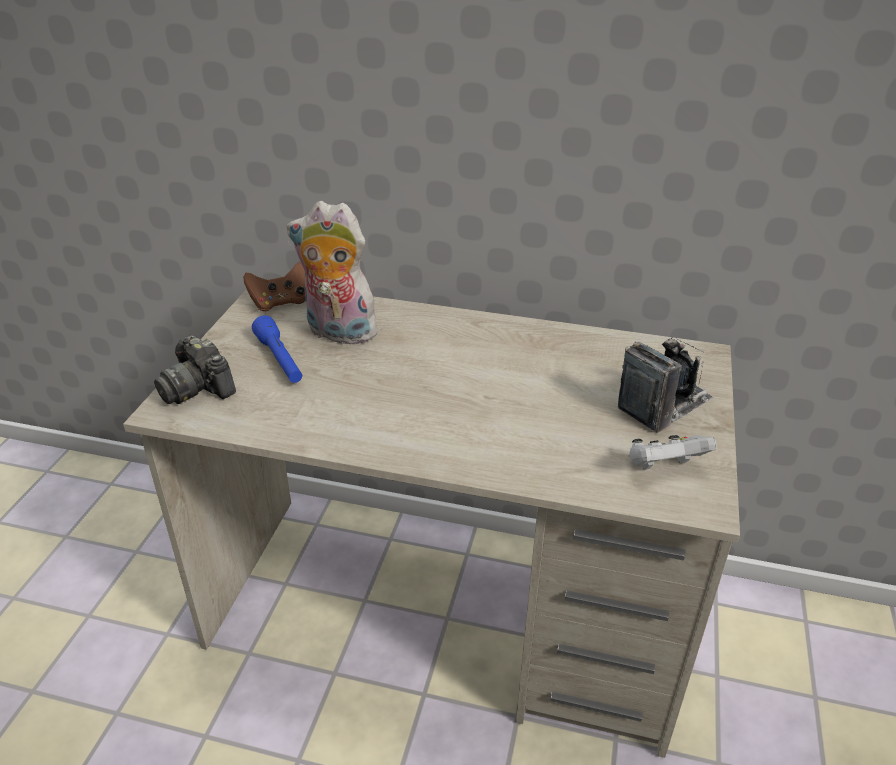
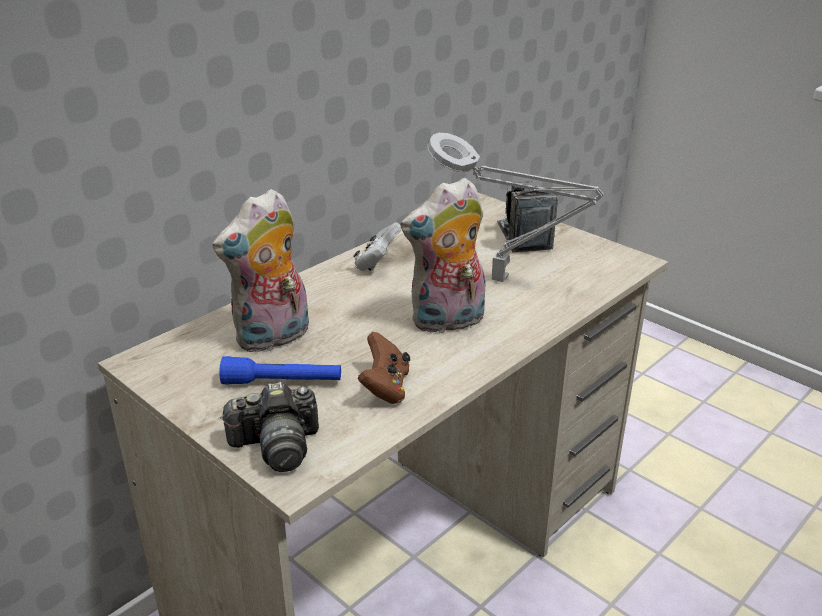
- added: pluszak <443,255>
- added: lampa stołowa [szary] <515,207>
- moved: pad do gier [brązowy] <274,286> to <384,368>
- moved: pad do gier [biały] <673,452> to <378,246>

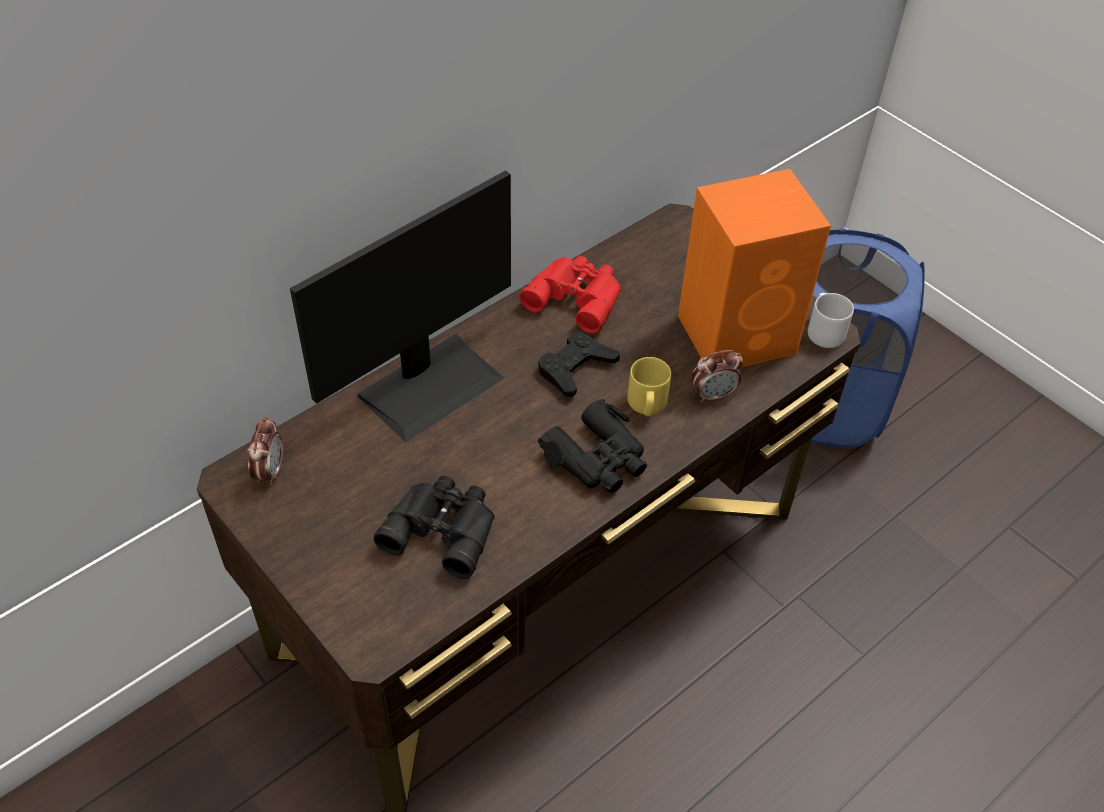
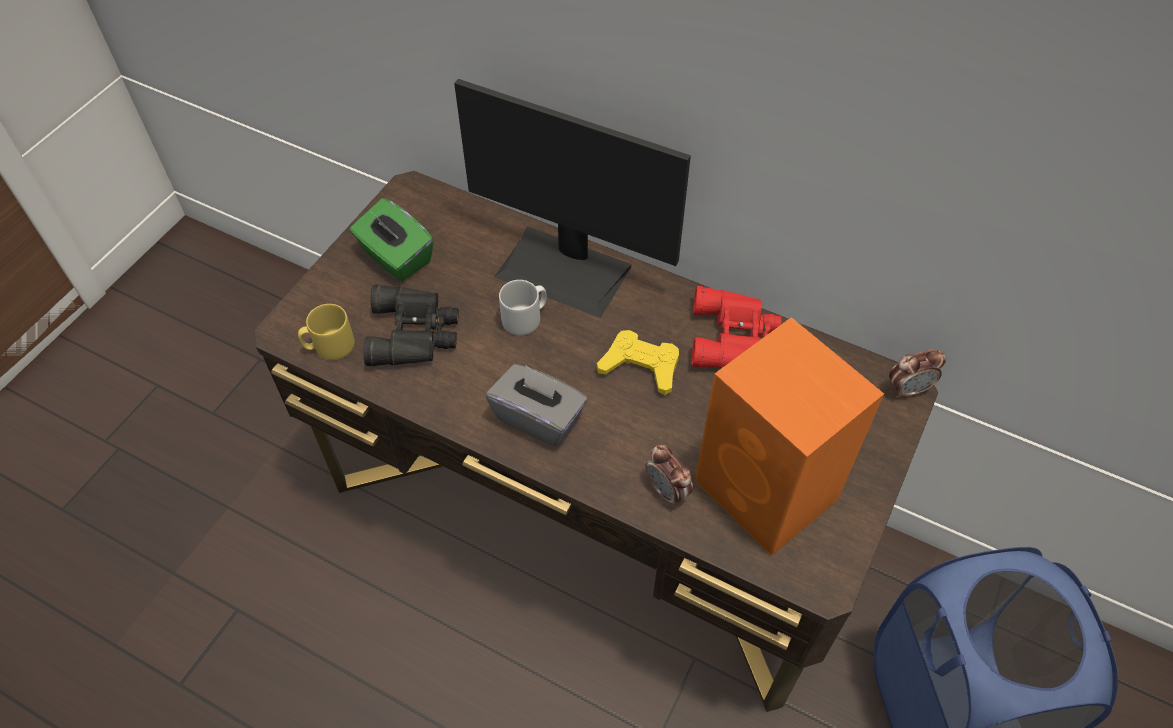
- added: pudełko chusteczek [zielony] <392,239>
- moved: budzik <265,450> to <917,373>
- moved: kubek [żółty] <649,386> to <326,332>
- moved: kubek [szary] <831,320> to <523,308>
- replaced: lornetka [czarny] <592,446> to pudełko chusteczek [szary] <536,405>
- recoloured: pad do gier [czarny] <579,364> to pad do gier [żółty] <638,362>

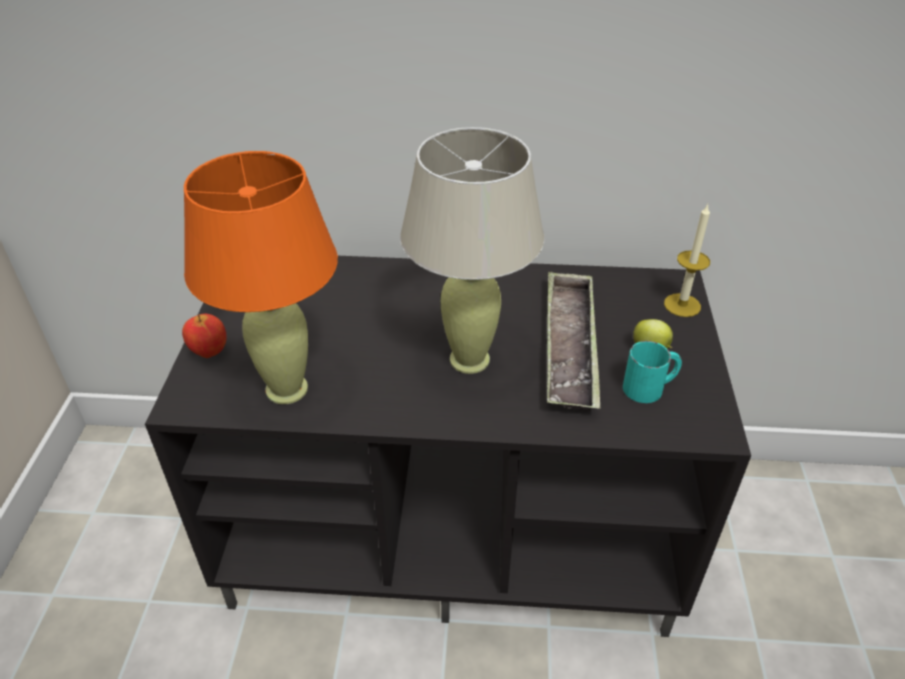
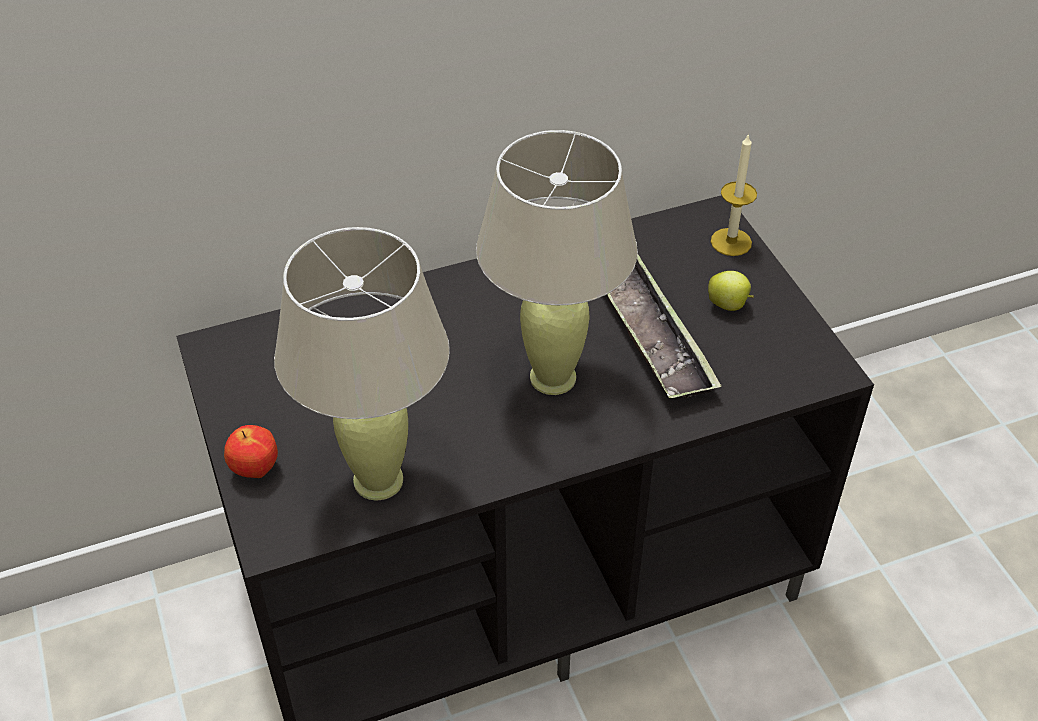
- removed: kubek [turkusowy] <652,372>
- recoloured: lampa stołowa [pomarańczowy] <261,277> to lampa stołowa [beżowy] <362,364>

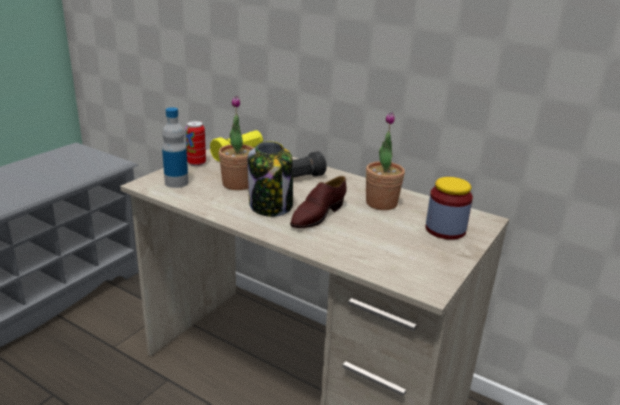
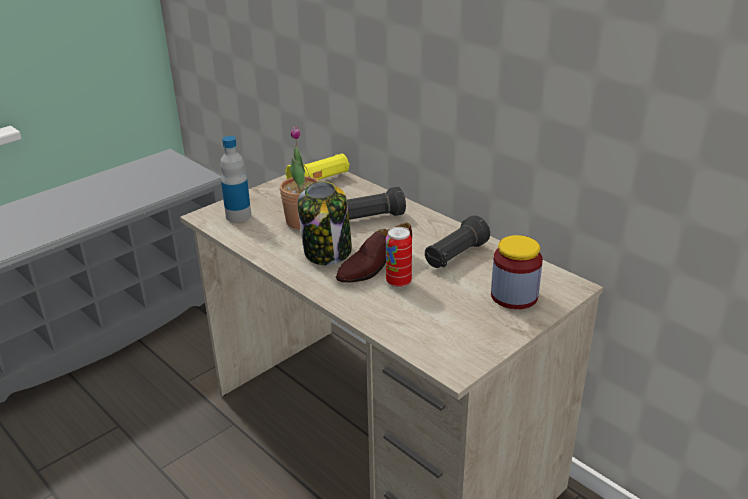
- moved: puszka <195,143> to <399,257>
- replaced: roślina doniczkowa <385,161> to latarka [czarny] <457,241>

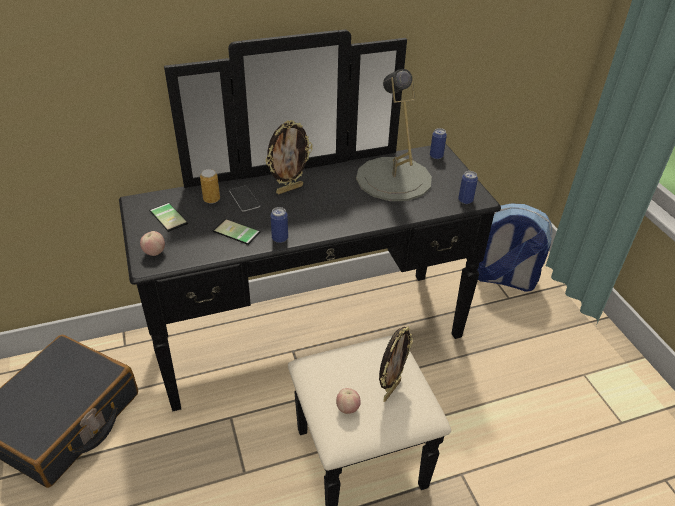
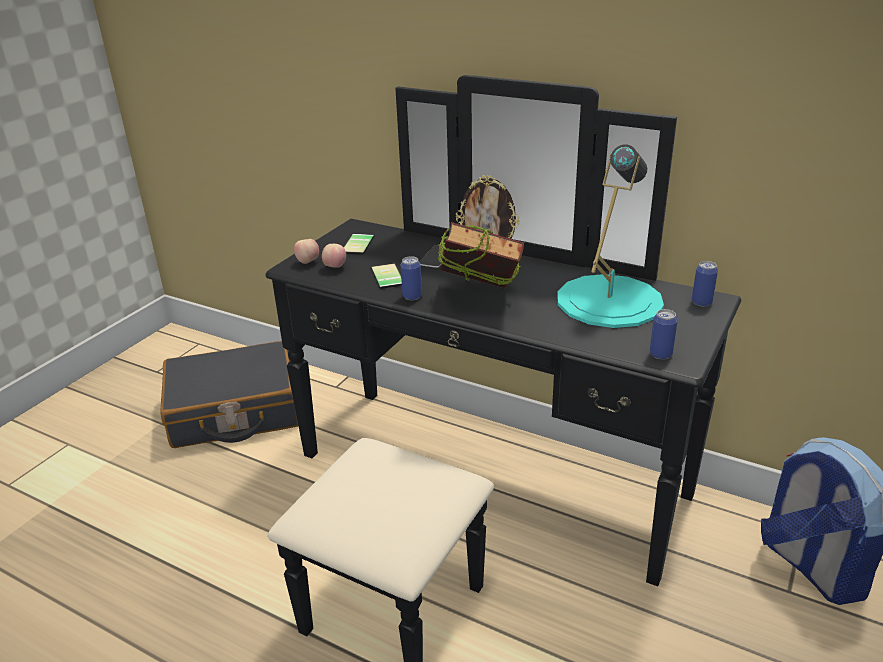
- removed: puszka <210,186>
- removed: ramka na zdjęcie <396,364>
- added: książka <481,255>
- moved: jabłko <348,401> to <334,256>
- recoloured: lampa stołowa [szary] <394,135> to lampa stołowa [turkusowy] <610,236>

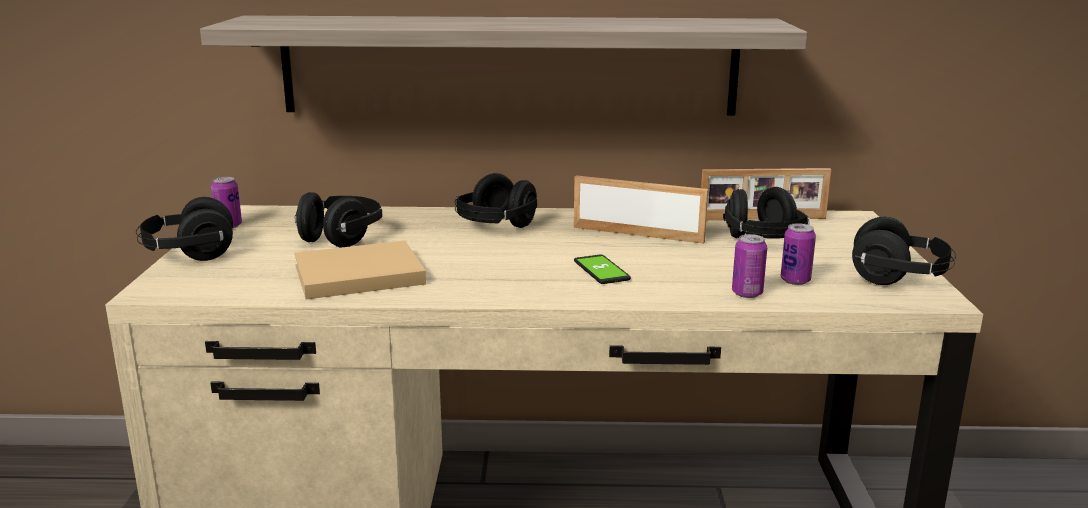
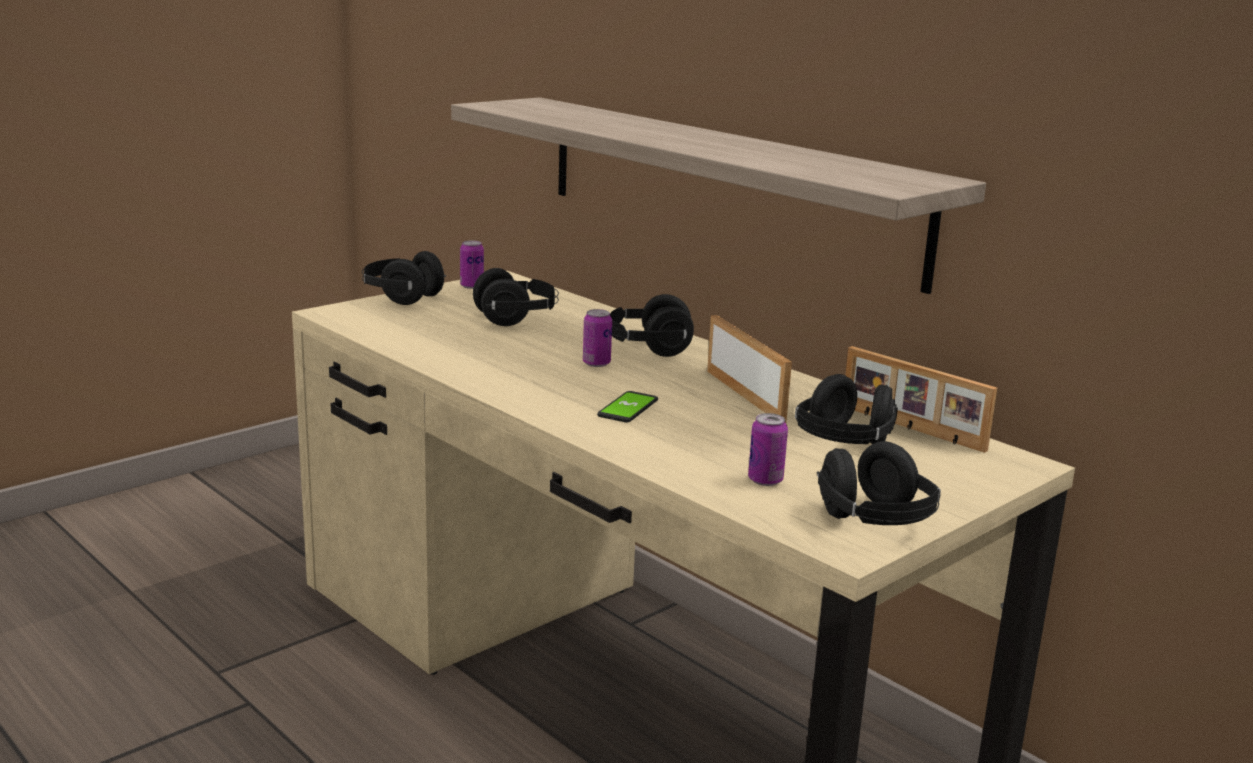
- removed: książka [beżowy] <360,270>
- moved: puszka <749,266> to <597,338>

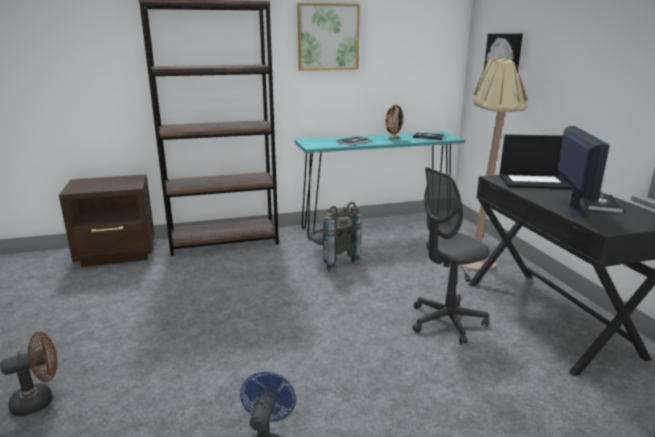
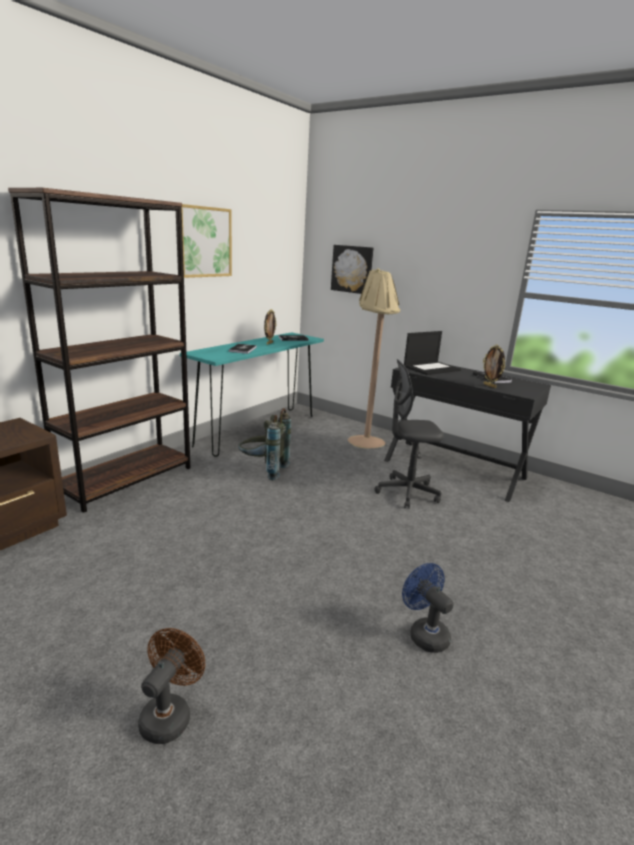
- replaced: monitor <583,172> to ramka na zdjęcie <494,366>
- turned: krzesło biurowe [szary] <451,255> = <409,434> 60 degrees clockwise

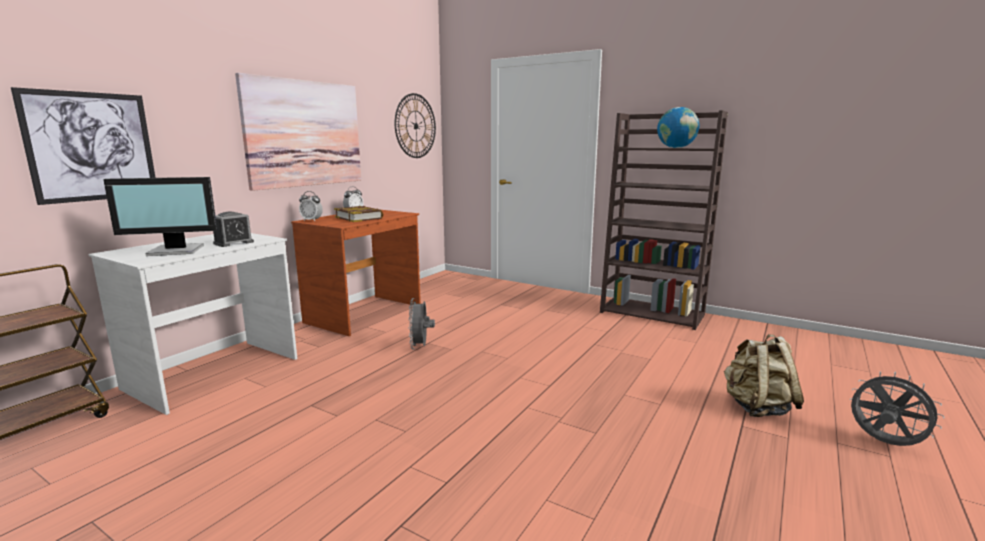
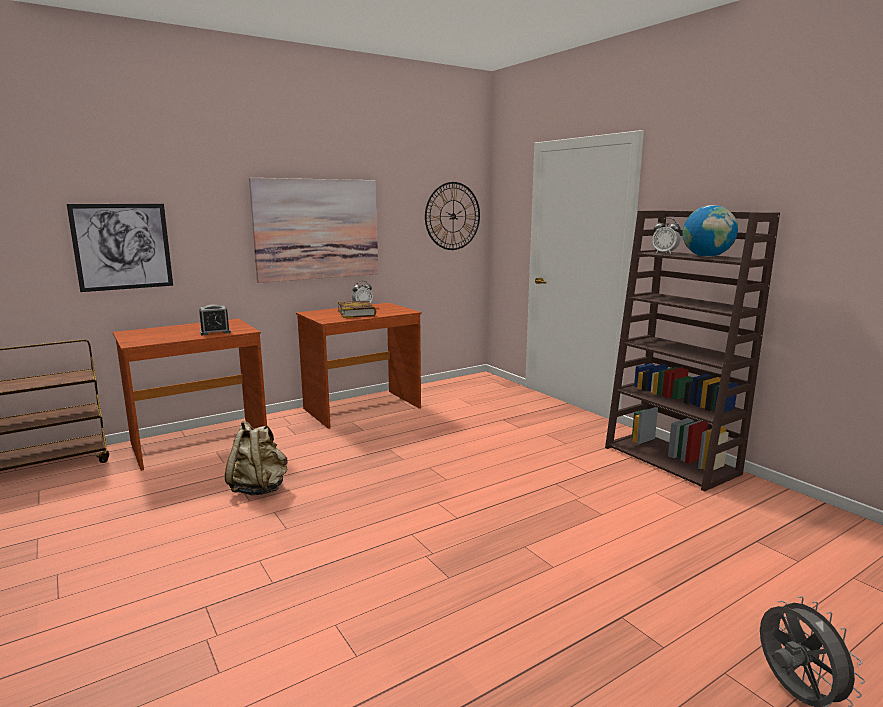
- removed: monitor <160,216>
- removed: wentylator [szary] <421,324>
- moved: budzik <311,206> to <666,236>
- moved: plecak [beżowy] <764,375> to <256,458>
- recoloured: biurko [biały] <193,324> to biurko [brązowy] <190,395>

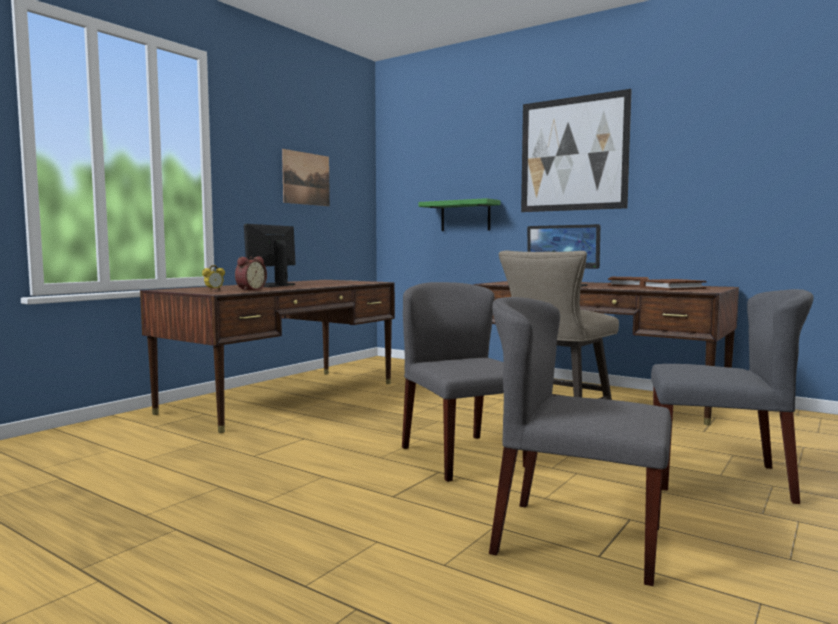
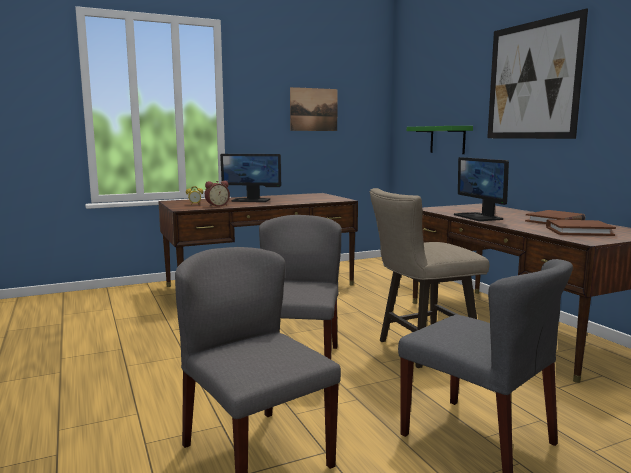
- turned: monitor <270,255> = <250,178> 135 degrees counterclockwise

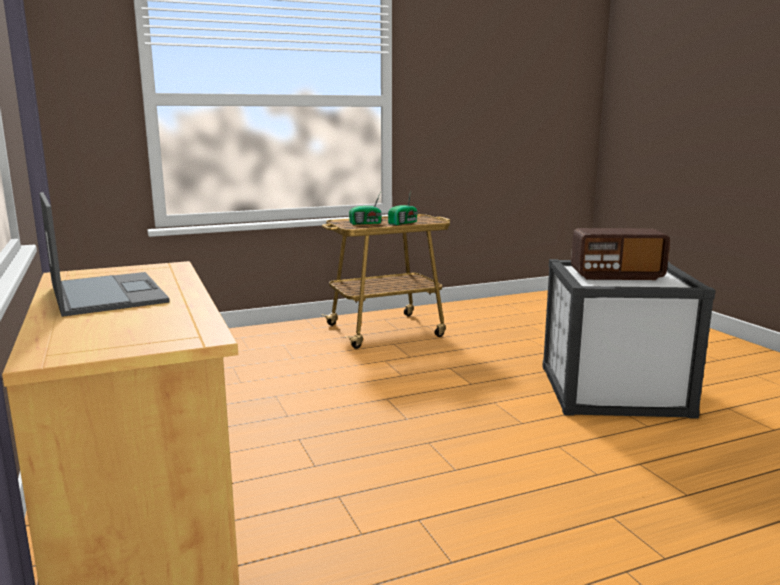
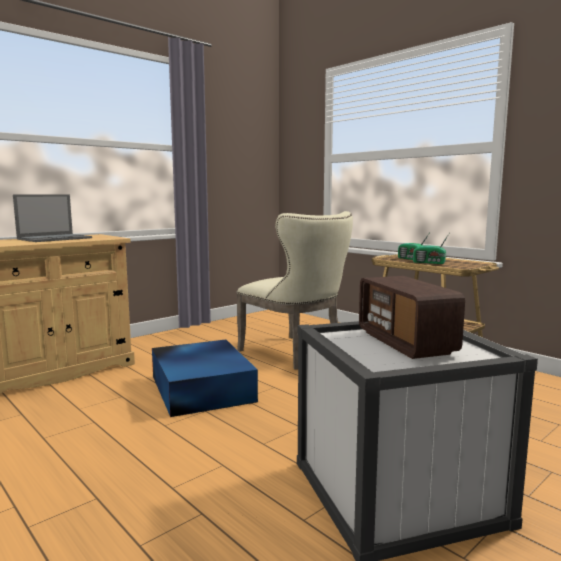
- added: pojemnik do przechowywania [niebieski] <205,378>
- added: krzesło [beżowy] <295,290>

